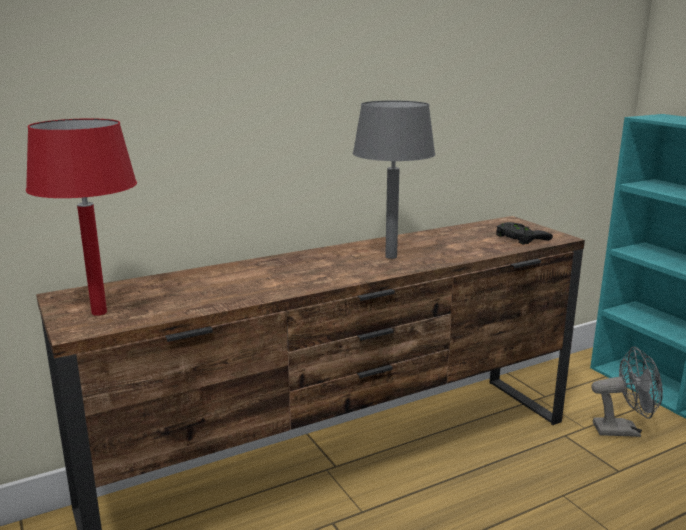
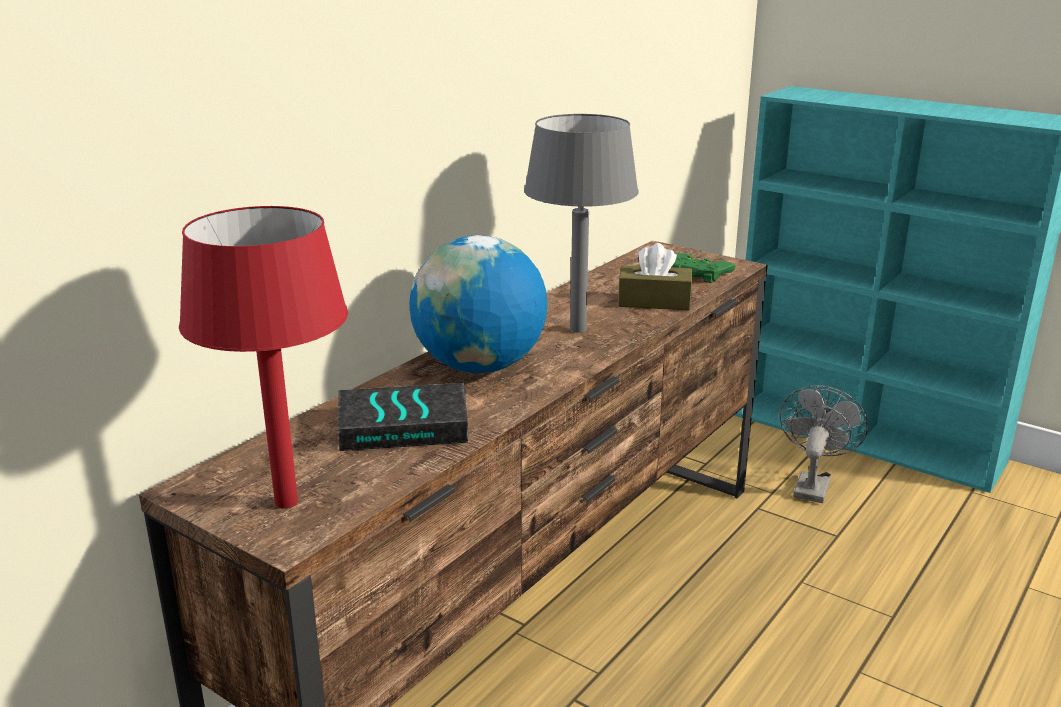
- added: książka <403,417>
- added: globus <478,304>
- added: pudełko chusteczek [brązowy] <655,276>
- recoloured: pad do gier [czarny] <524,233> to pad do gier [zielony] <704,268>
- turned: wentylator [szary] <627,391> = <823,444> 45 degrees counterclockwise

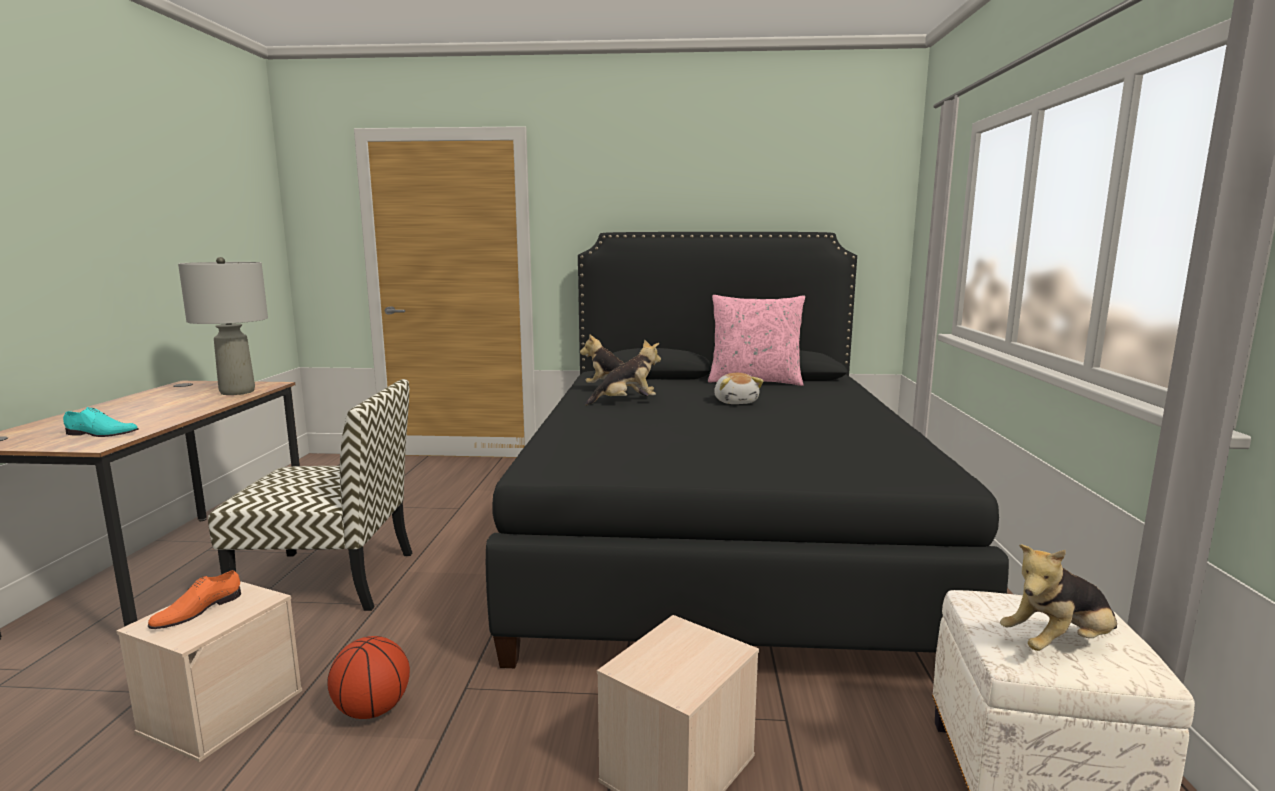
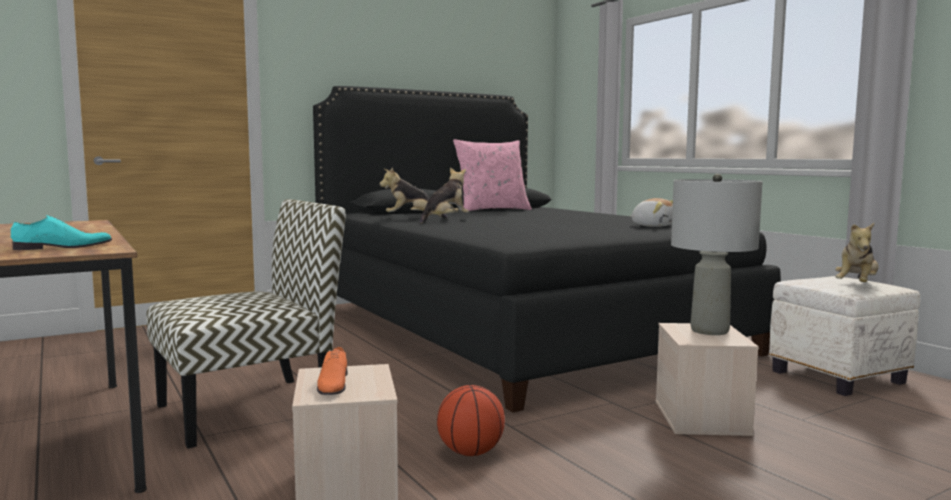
- moved: lampa stołowa [szary] <223,326> to <717,254>
- moved: pluszak <739,388> to <651,212>

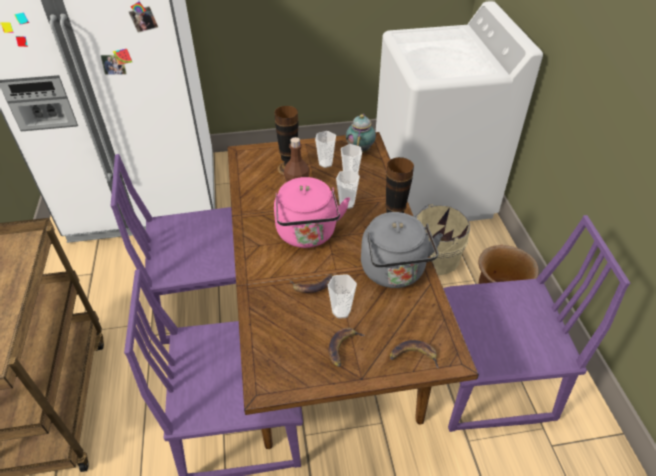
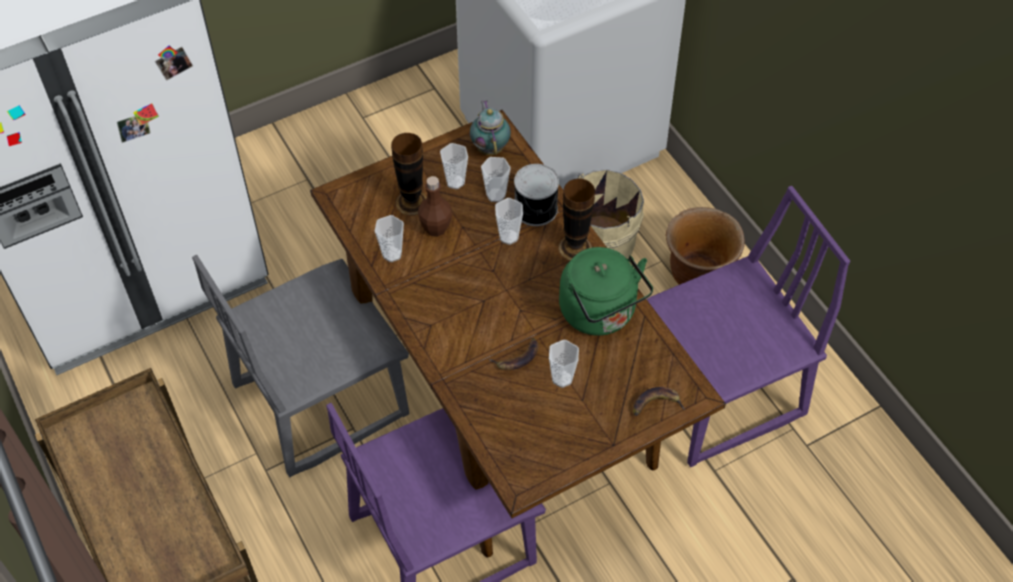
- removed: czajnik [różowy] <312,212>
- removed: banan <347,347>
- added: filiżanka <389,238>
- added: puszka <536,195>
- recoloured: krzesło [fioletowy] <173,249> to krzesło [szary] <300,366>
- recoloured: czajnik [szary] <402,250> to czajnik [zielony] <606,291>

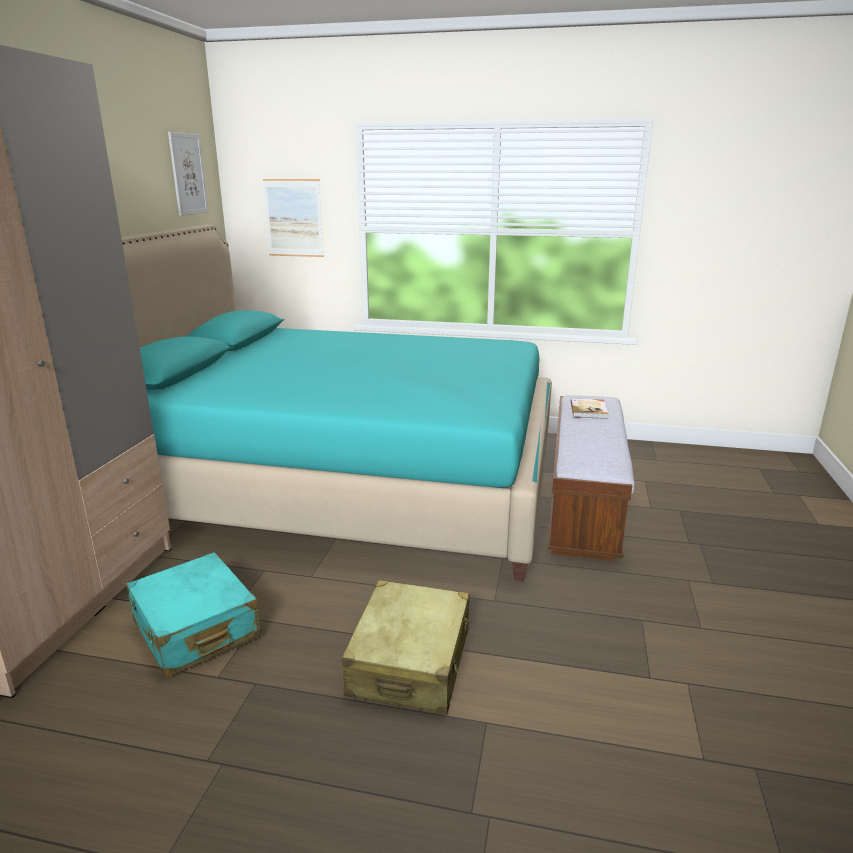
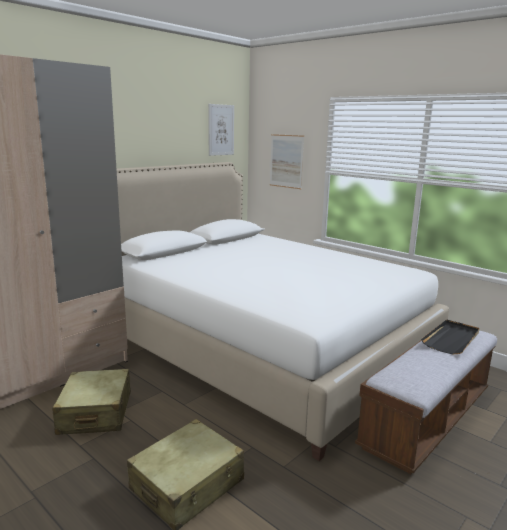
- replaced: książka <589,408> to taca [czarny] <450,337>
- recoloured: łóżko [turkusowy] <336,403> to łóżko [biały] <282,311>
- recoloured: walizka [turkusowy] <194,615> to walizka [beżowy] <91,402>

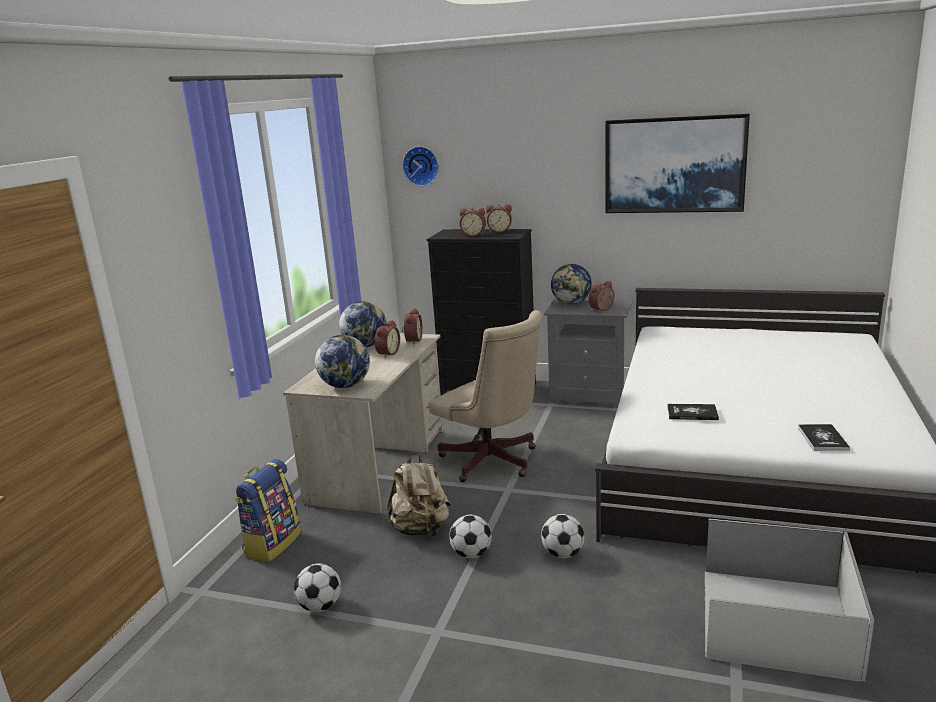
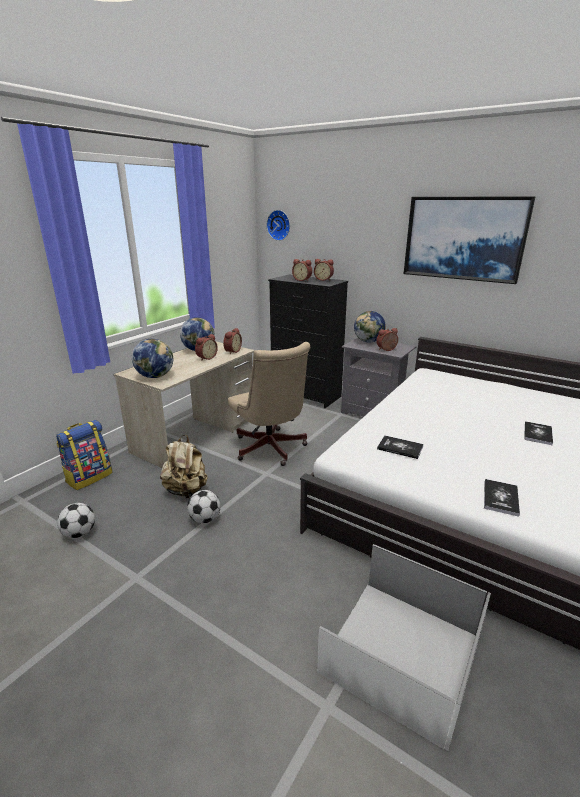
- removed: piłka futbolowa <562,536>
- added: książka <538,433>

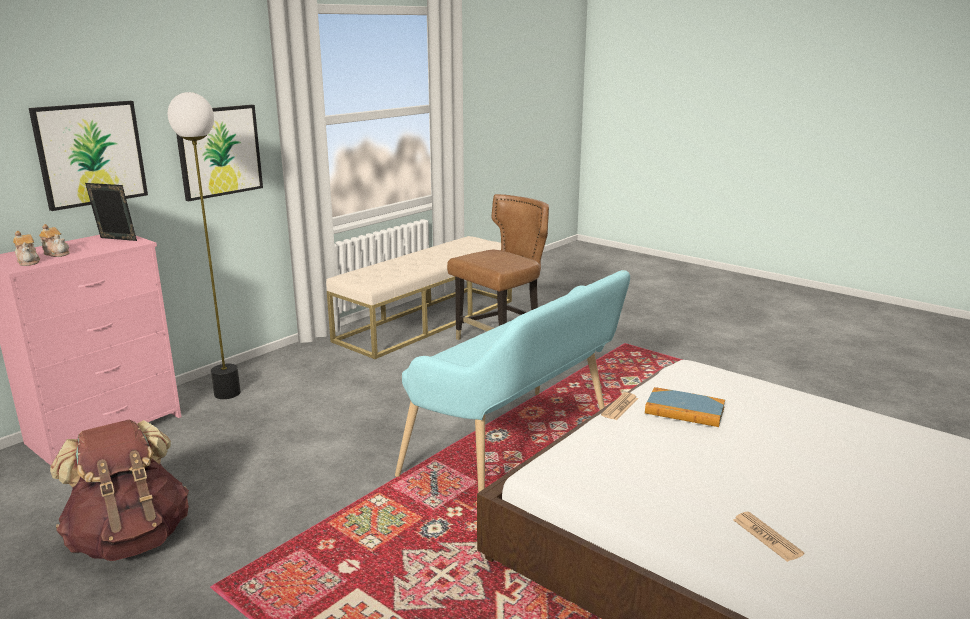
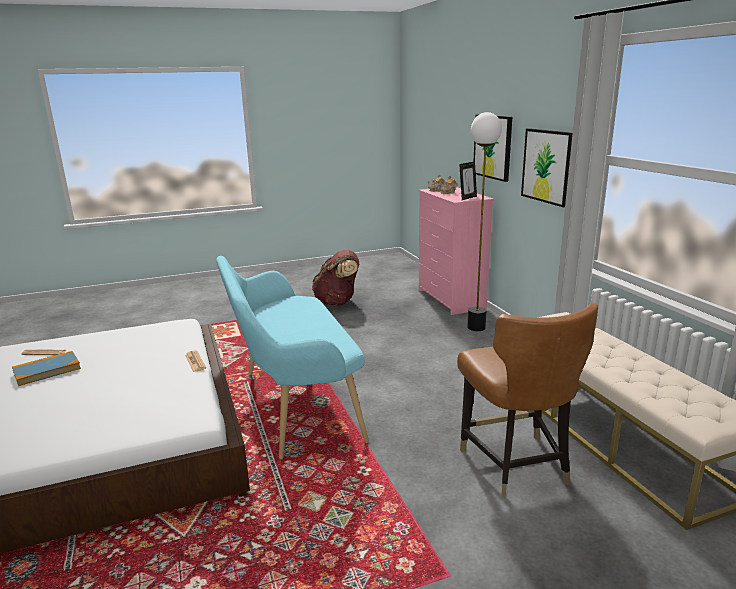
- moved: książka <685,407> to <46,368>

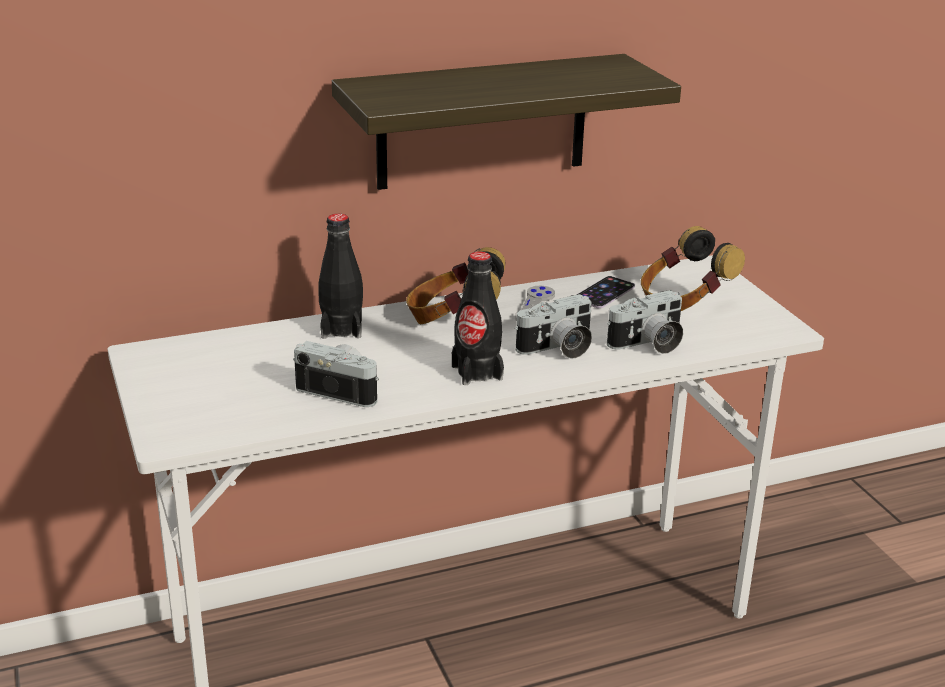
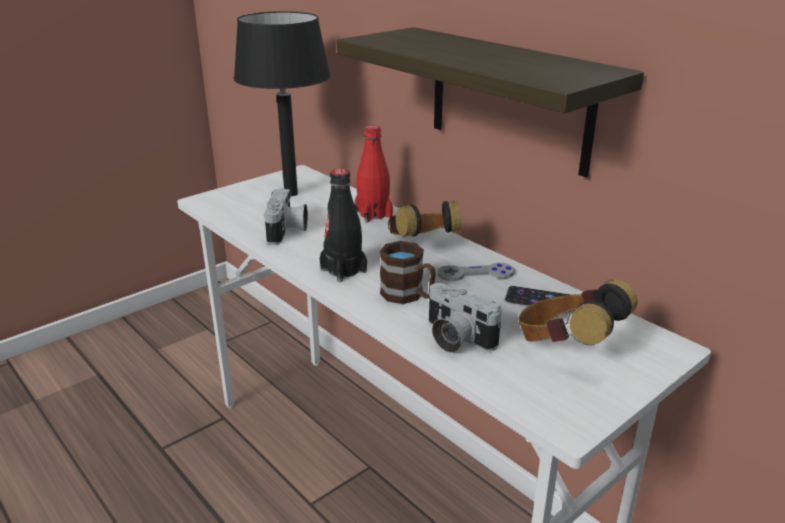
- added: lampa stołowa [czarny] <282,103>
- replaced: aparat fotograficzny <553,326> to kubek [brązowy] <408,272>
- recoloured: butelka [czarny] <340,276> to butelka [czerwony] <374,173>

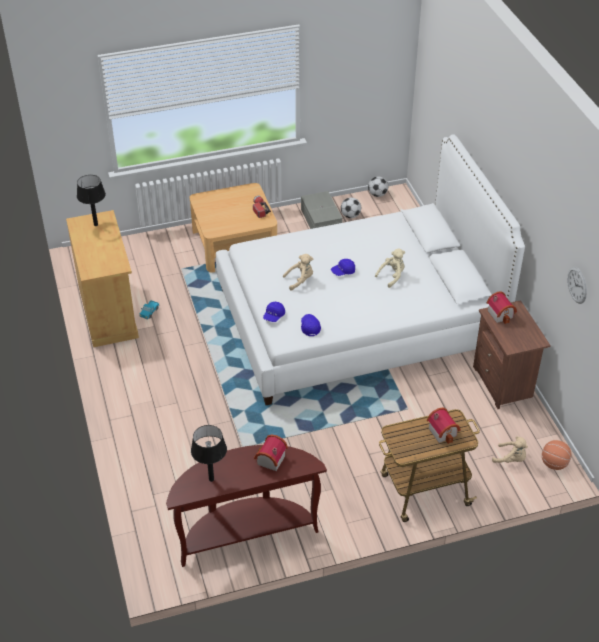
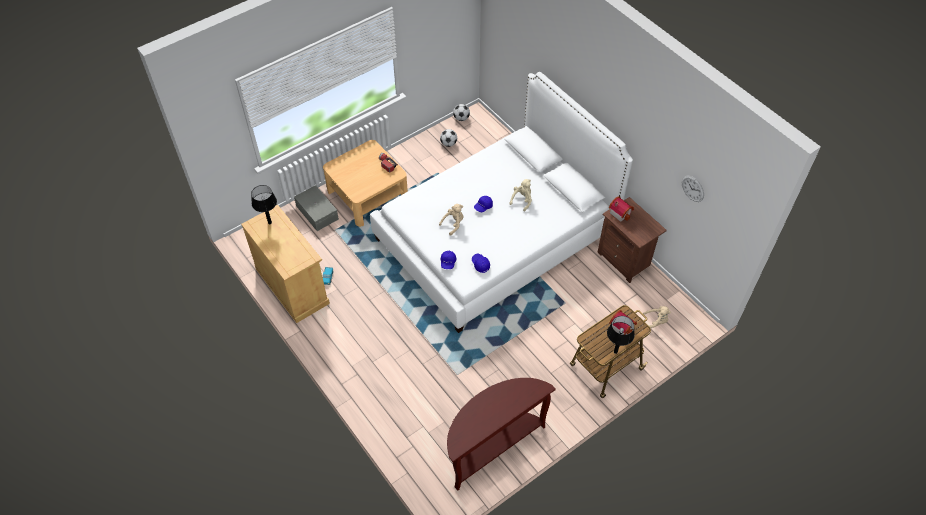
- removed: domek <271,452>
- removed: piłka do koszykówki <557,455>
- moved: lampa stołowa [czarny] <209,453> to <621,335>
- moved: pojemnik do przechowywania [szary] <322,210> to <316,208>

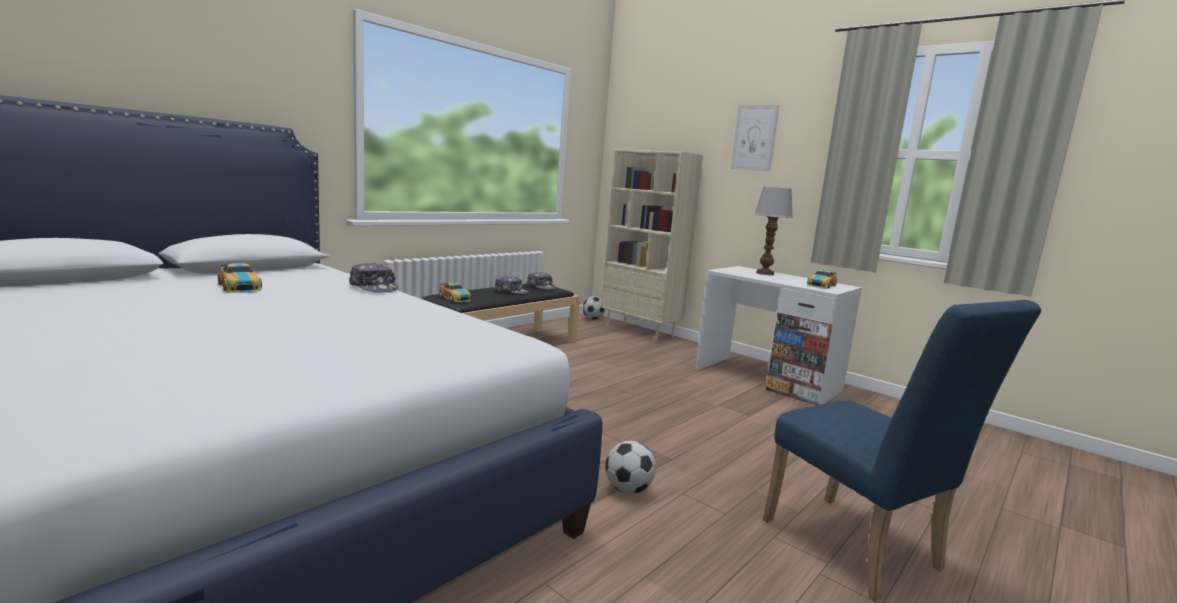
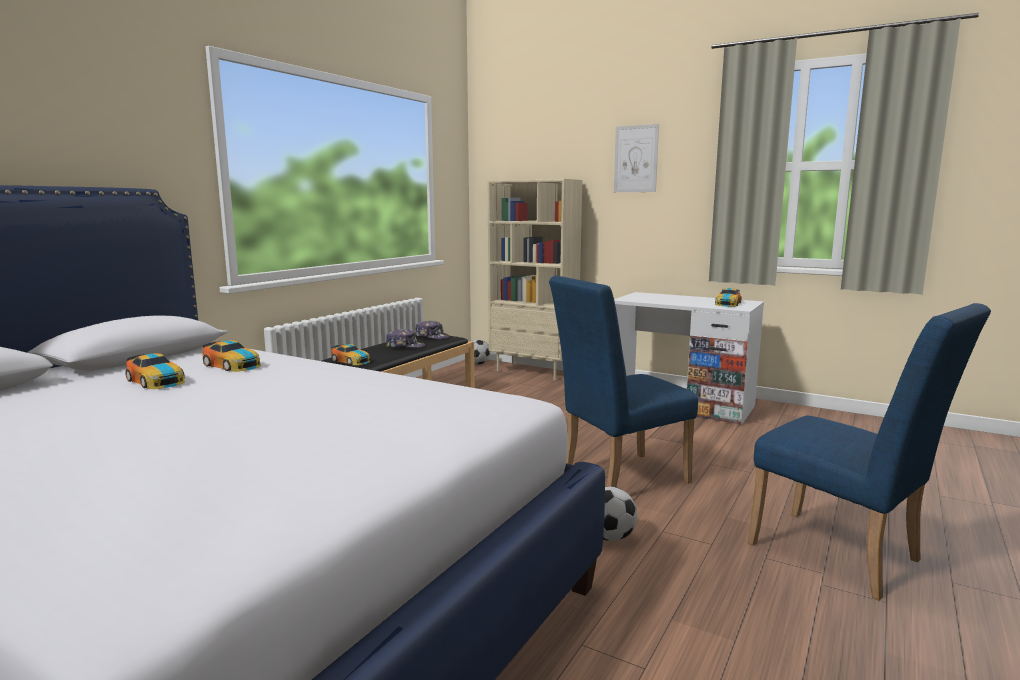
- removed: czapka z daszkiem <373,277>
- removed: lampa stołowa <773,231>
- added: samochodzik <231,356>
- added: krzesło [niebieski] <623,381>

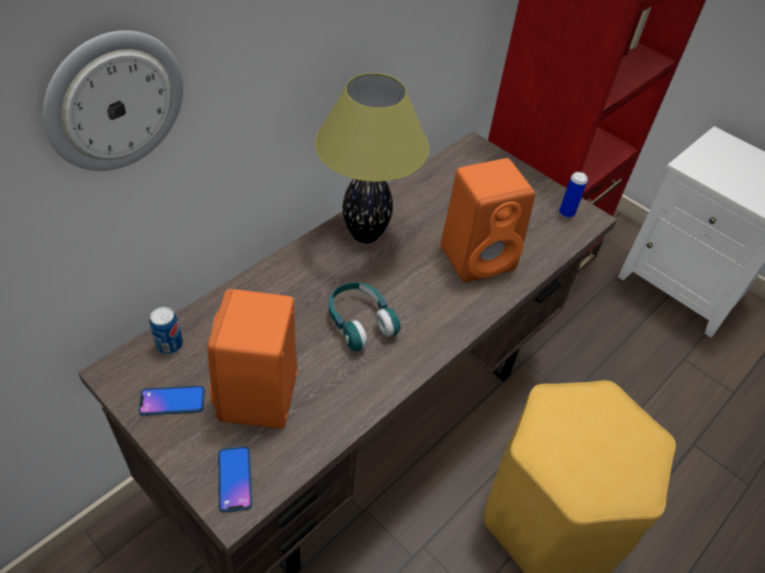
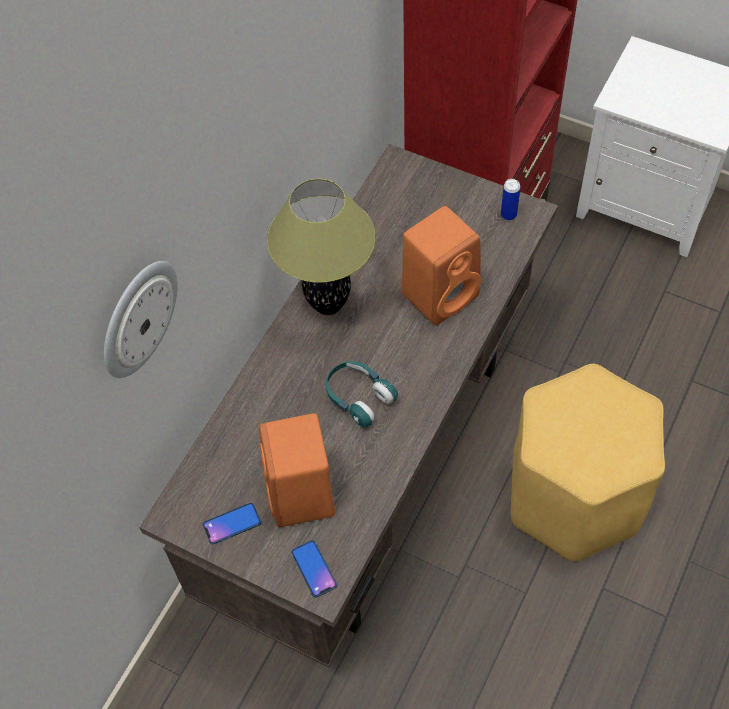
- removed: puszka <166,330>

